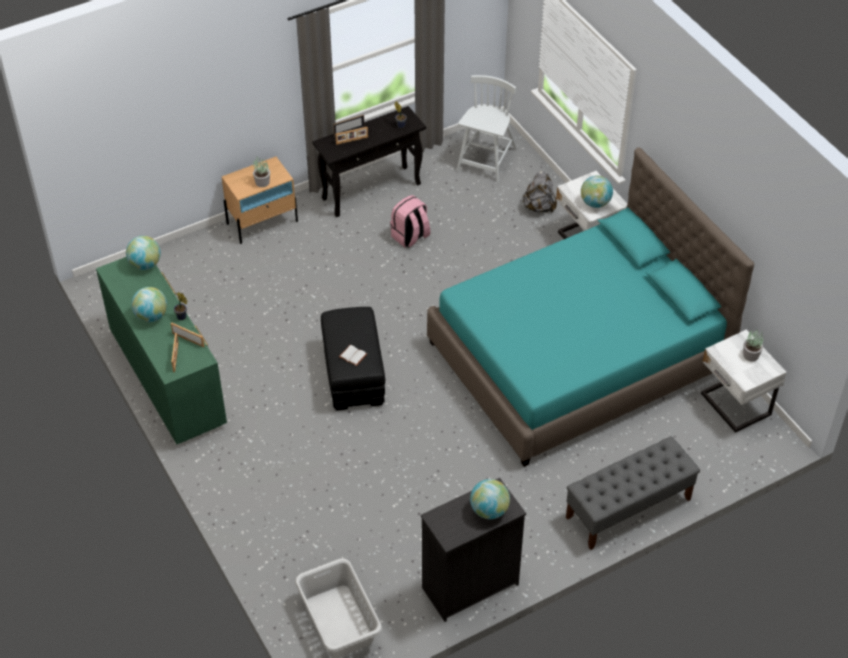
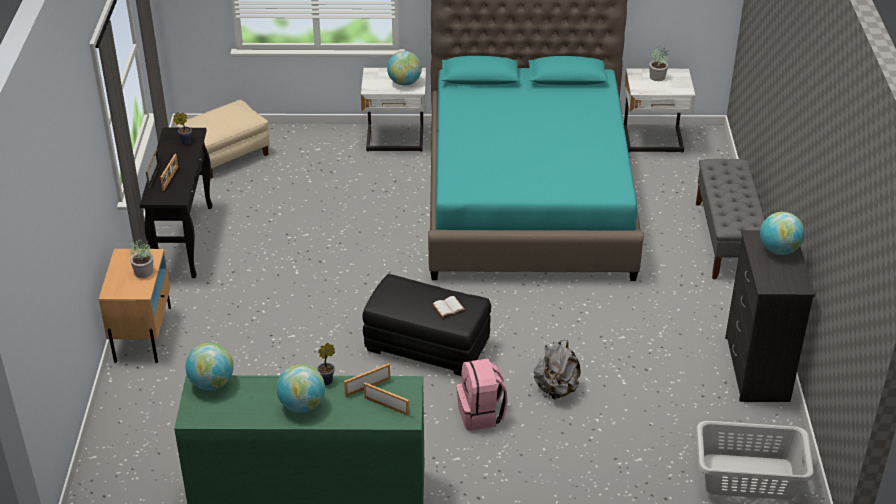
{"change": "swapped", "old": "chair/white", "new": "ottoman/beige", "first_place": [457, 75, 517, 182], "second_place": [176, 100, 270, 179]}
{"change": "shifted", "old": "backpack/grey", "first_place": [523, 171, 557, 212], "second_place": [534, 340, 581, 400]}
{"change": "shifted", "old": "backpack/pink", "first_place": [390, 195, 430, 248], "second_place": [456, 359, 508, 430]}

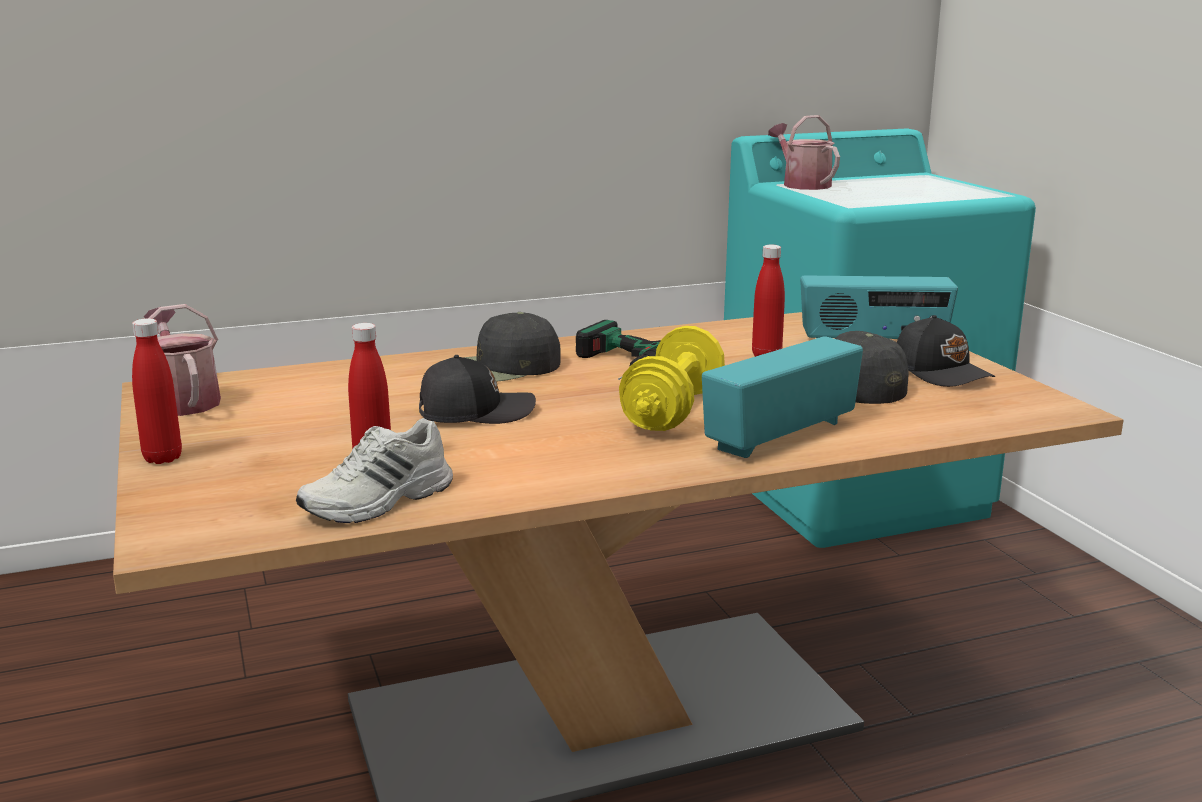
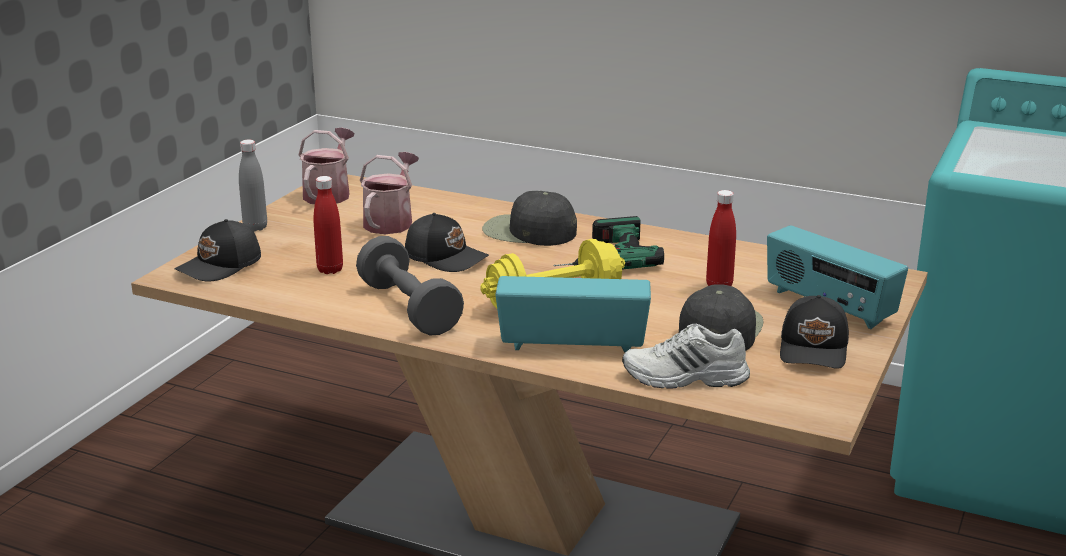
{"change": "shifted", "old": "watering can", "first_place": [768, 115, 840, 190], "second_place": [360, 152, 419, 234]}
{"change": "repainted", "old": "bottle/red", "new": "bottle/grey", "first_place": [132, 318, 182, 464], "second_place": [239, 140, 267, 231]}
{"change": "shifted", "old": "shoe/white", "first_place": [296, 418, 453, 523], "second_place": [622, 324, 750, 389]}
{"change": "new", "new": "cap/black", "second_place": [174, 219, 261, 281]}
{"change": "new", "new": "dumbbell/grey", "second_place": [356, 236, 464, 335]}

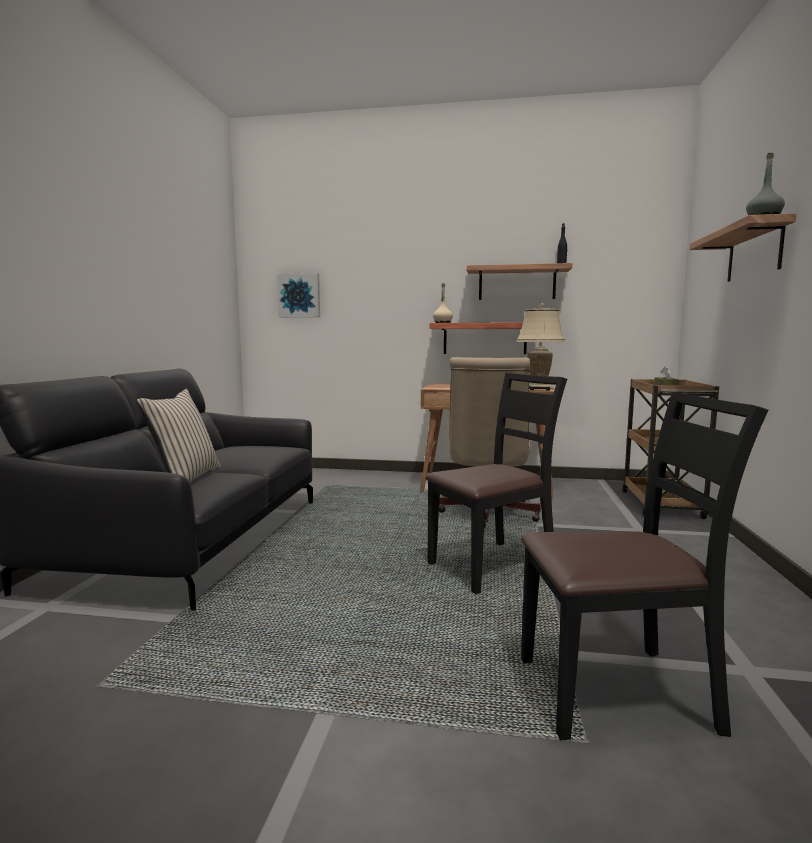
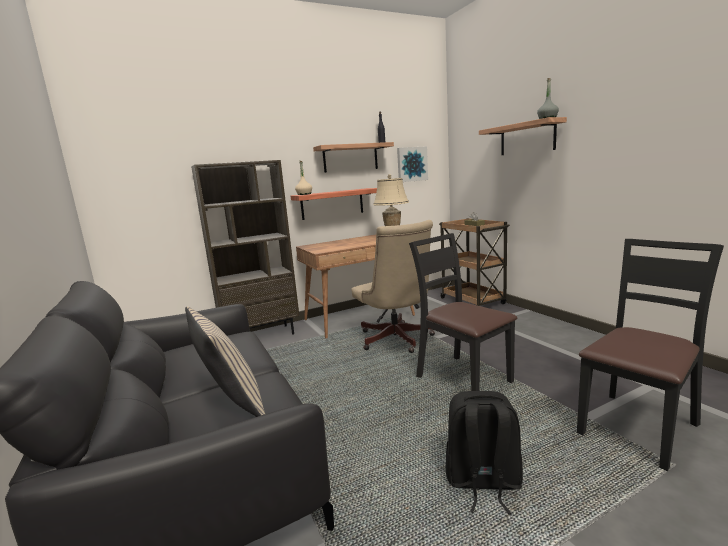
{"change": "shifted", "old": "picture", "first_place": [277, 273, 320, 317], "second_place": [397, 146, 428, 182]}
{"change": "rotated", "old": "chair/black", "first_place": [425, 373, 567, 594], "second_place": [409, 233, 517, 391], "degrees": -60}
{"change": "new", "new": "bookcase/brown", "second_place": [191, 160, 299, 335]}
{"change": "new", "new": "backpack/black", "second_place": [445, 391, 523, 514]}

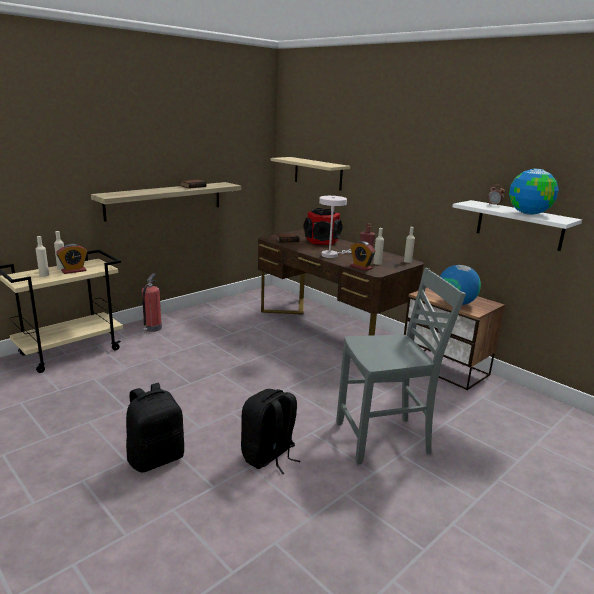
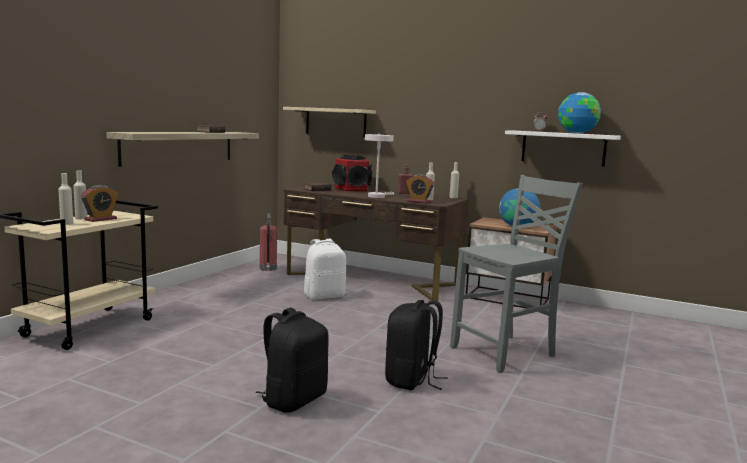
{"change": "shifted", "old": "fire extinguisher", "first_place": [142, 273, 162, 333], "second_place": [259, 213, 277, 271]}
{"change": "new", "new": "backpack/white", "second_place": [304, 239, 346, 299]}

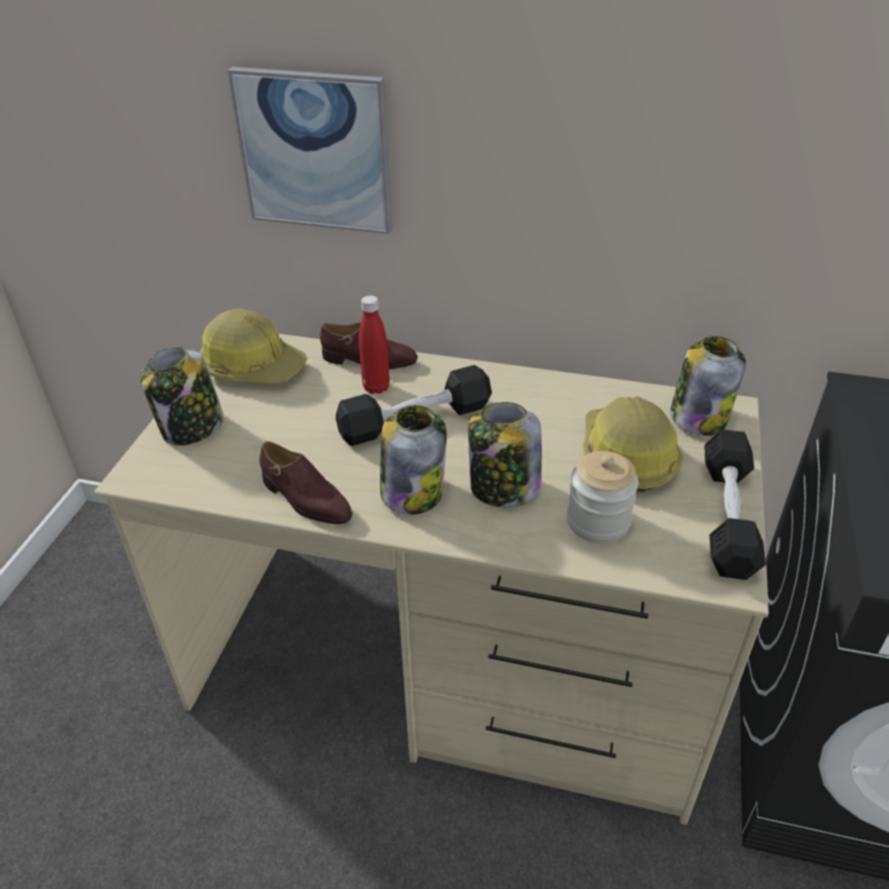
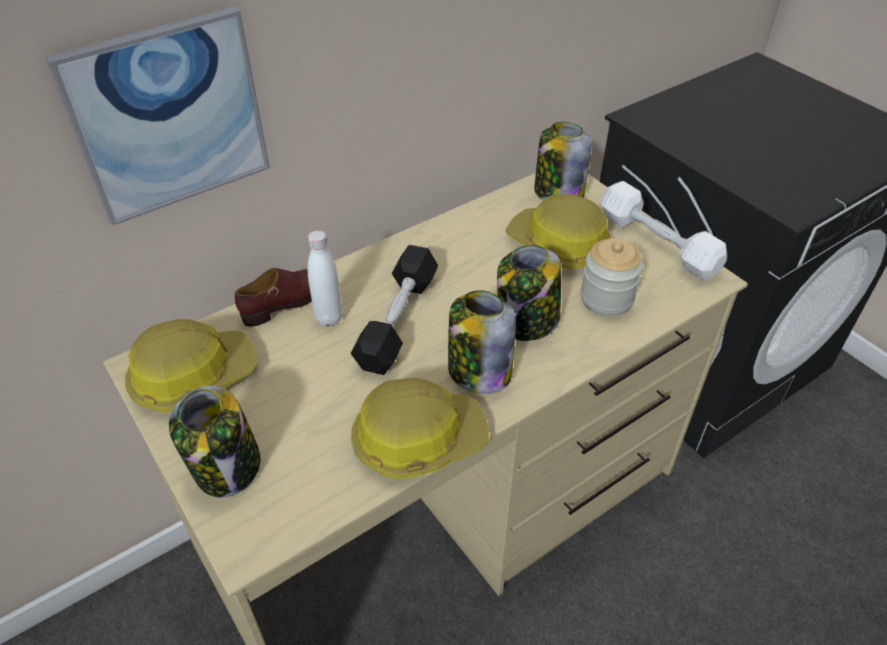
{"change": "repainted", "old": "bottle/red", "new": "bottle/white", "first_place": [359, 296, 390, 394], "second_place": [308, 230, 343, 326]}
{"change": "repainted", "old": "dumbbell/black", "new": "dumbbell/white", "first_place": [704, 429, 766, 580], "second_place": [600, 181, 727, 281]}
{"change": "swapped", "old": "shoe/brown", "new": "hard hat", "first_place": [259, 441, 352, 524], "second_place": [351, 378, 490, 480]}

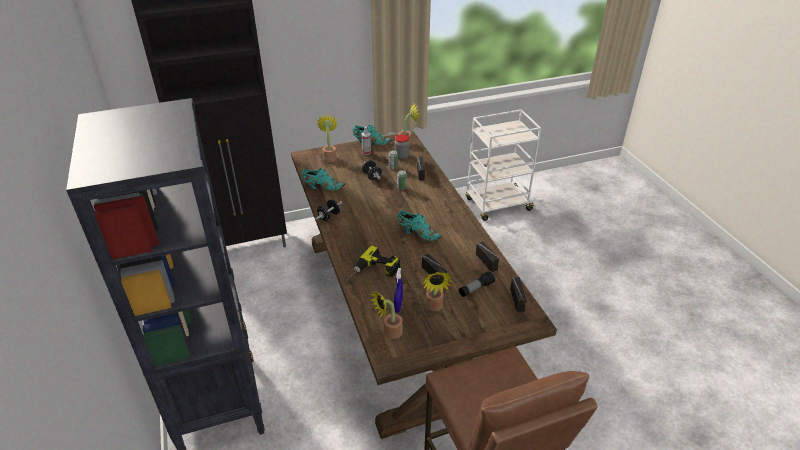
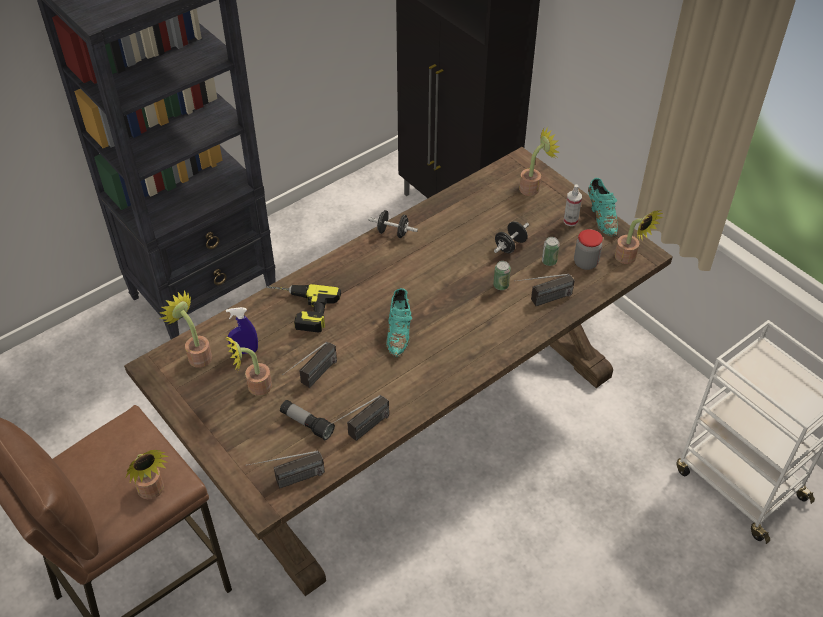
{"change": "gone", "old": "shoe/turquoise", "first_place": [301, 168, 345, 190]}
{"change": "new", "new": "potted plant", "second_place": [126, 450, 169, 500]}

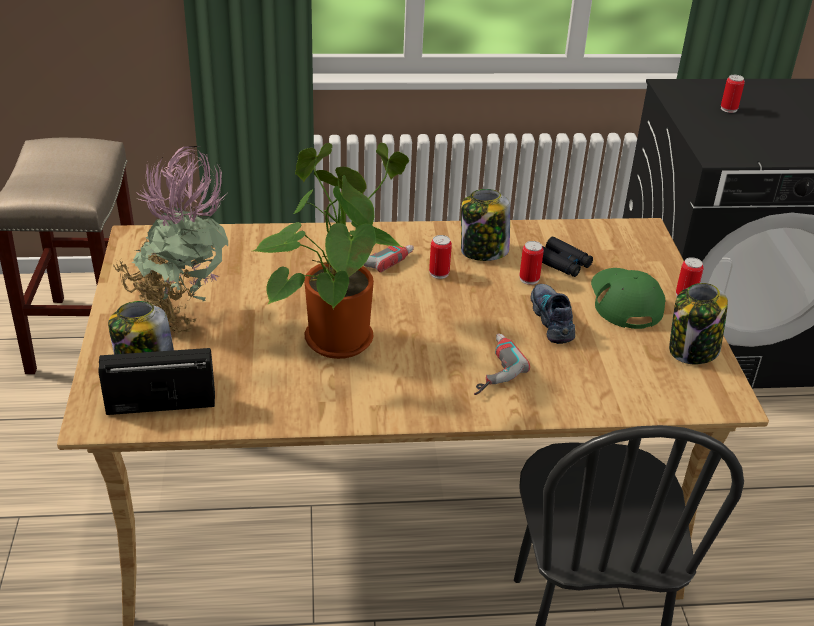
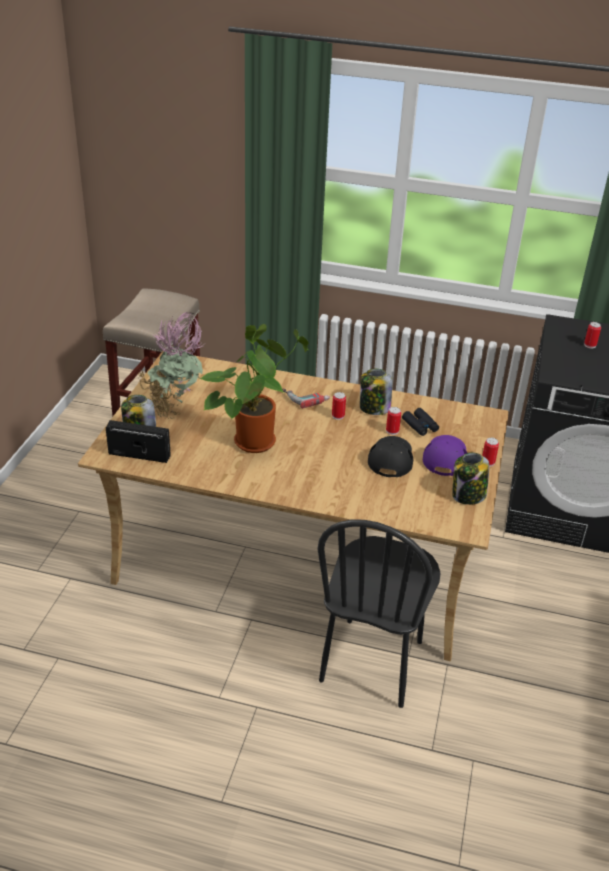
{"change": "repainted", "old": "cap/green", "new": "cap/purple", "first_place": [591, 268, 665, 329], "second_place": [423, 435, 467, 476]}
{"change": "swapped", "old": "shoe", "new": "cap/black", "first_place": [530, 284, 575, 344], "second_place": [368, 436, 413, 477]}
{"change": "gone", "old": "power drill", "first_place": [474, 333, 530, 395]}

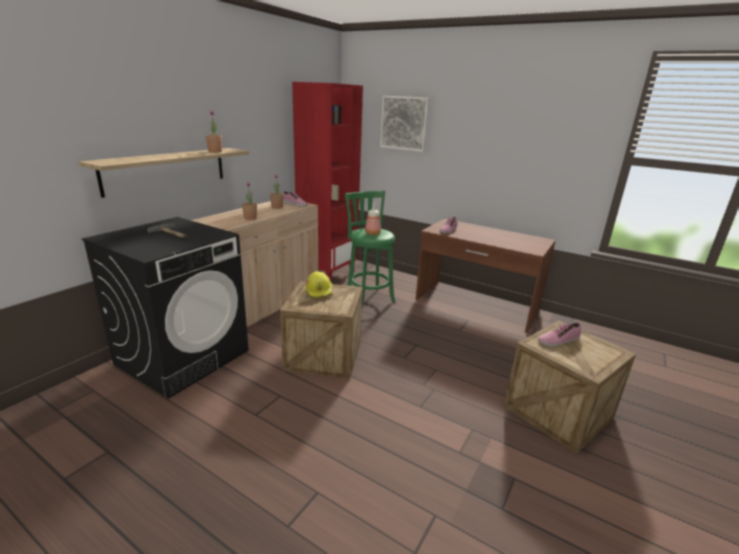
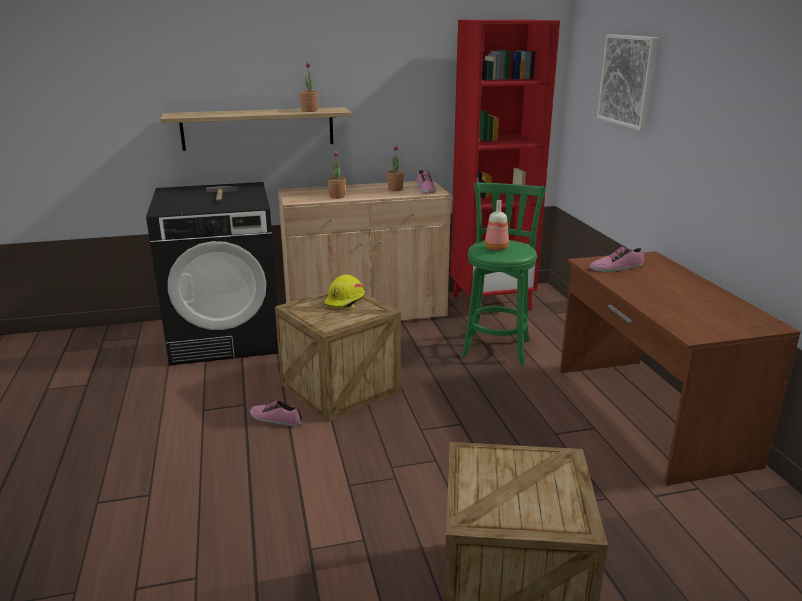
{"change": "shifted", "old": "shoe", "first_place": [538, 322, 581, 346], "second_place": [250, 400, 302, 426]}

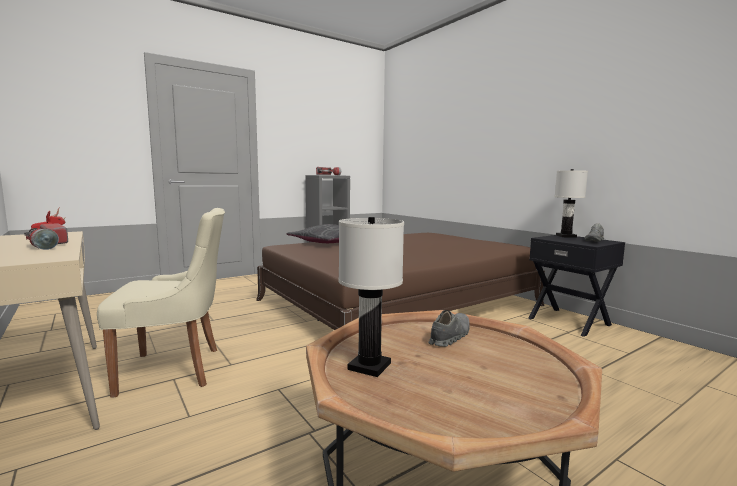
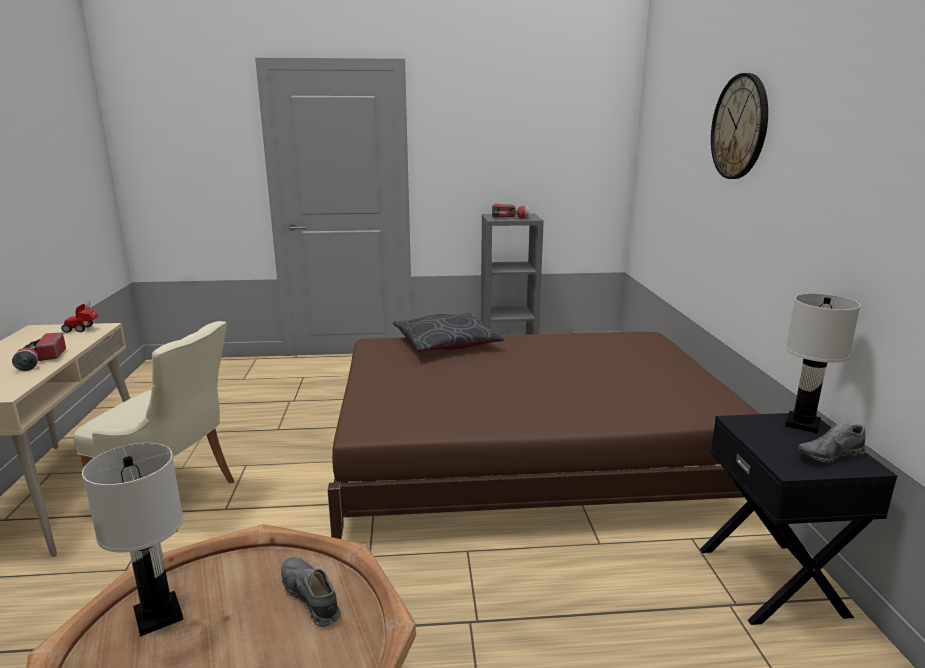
{"change": "rotated", "old": "shoe/grey", "first_place": [428, 310, 470, 347], "second_place": [281, 557, 341, 627], "degrees": -105}
{"change": "new", "new": "wall clock", "second_place": [711, 73, 768, 179]}

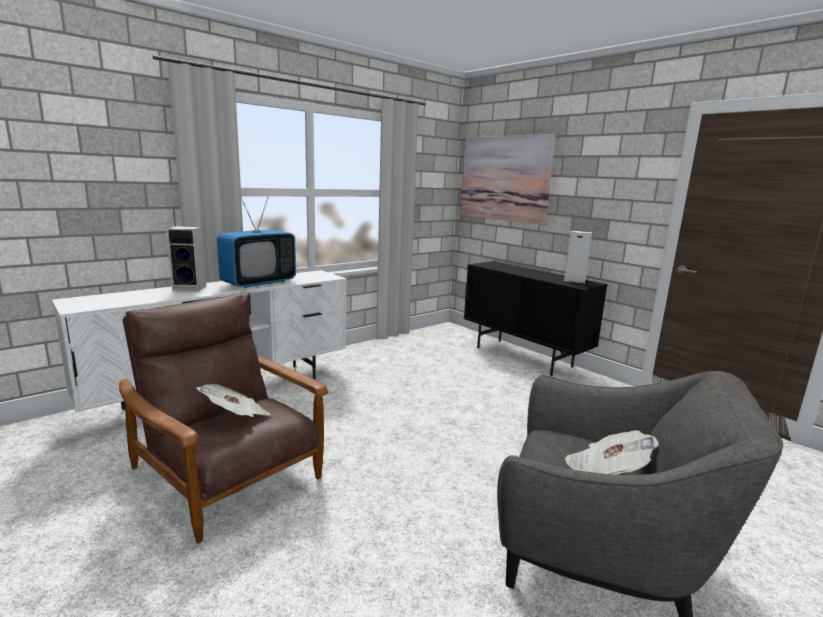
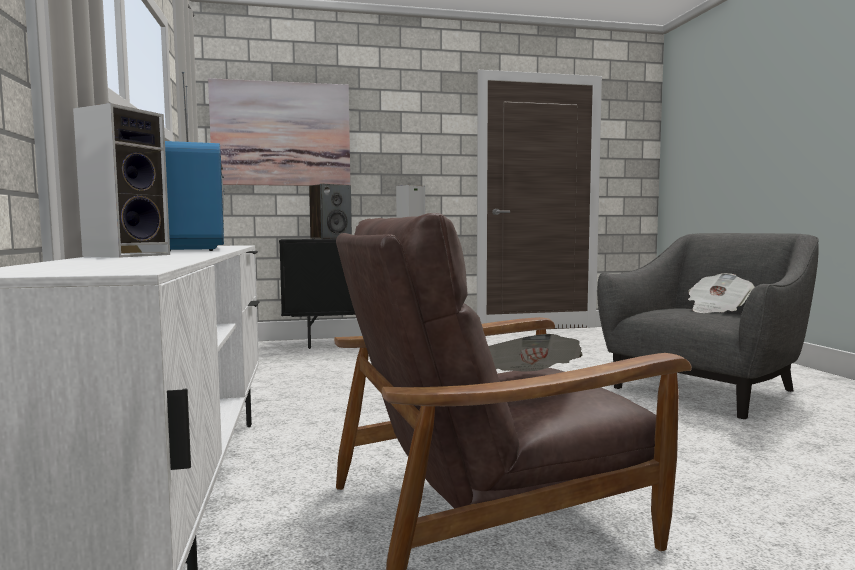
{"change": "new", "new": "speaker", "second_place": [309, 184, 352, 239]}

